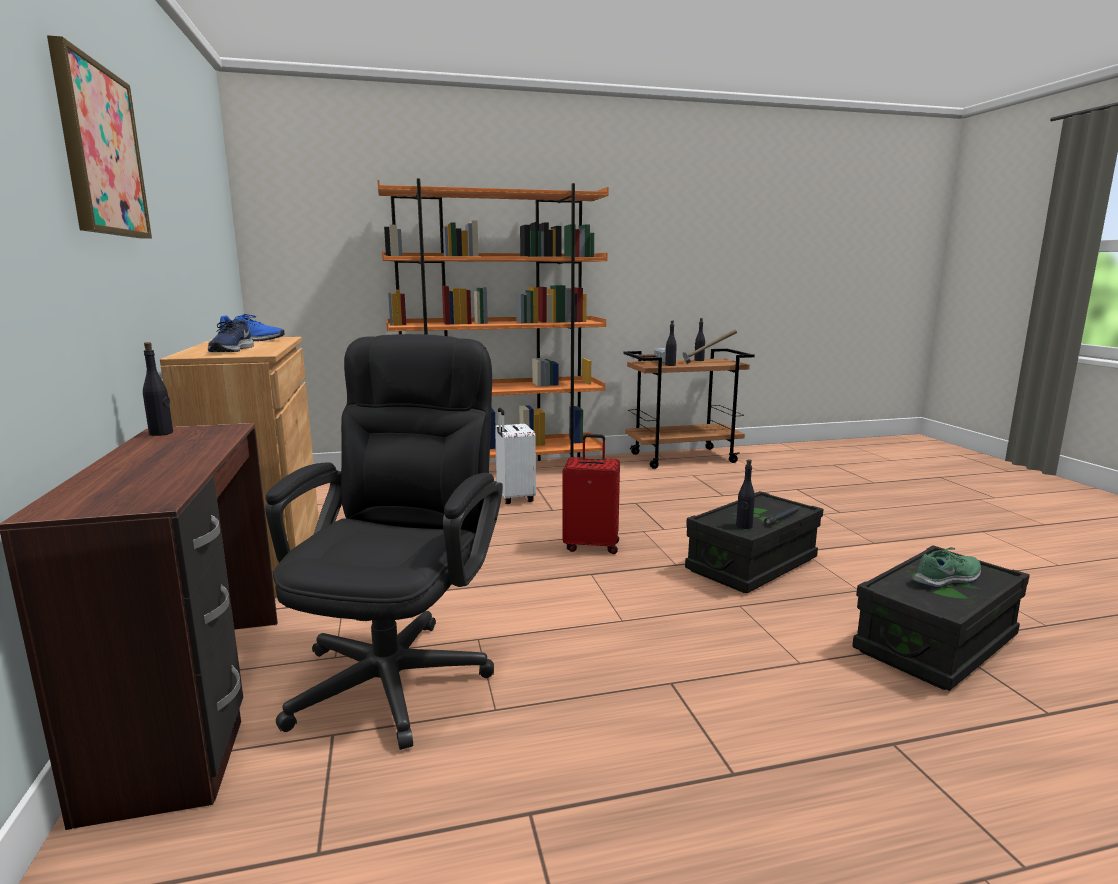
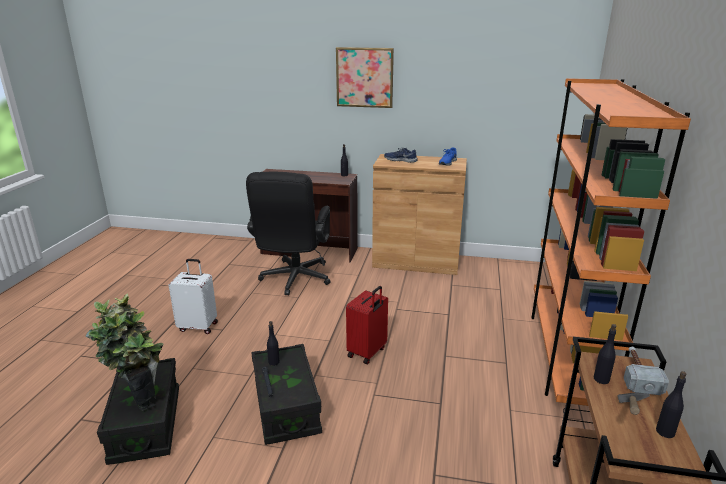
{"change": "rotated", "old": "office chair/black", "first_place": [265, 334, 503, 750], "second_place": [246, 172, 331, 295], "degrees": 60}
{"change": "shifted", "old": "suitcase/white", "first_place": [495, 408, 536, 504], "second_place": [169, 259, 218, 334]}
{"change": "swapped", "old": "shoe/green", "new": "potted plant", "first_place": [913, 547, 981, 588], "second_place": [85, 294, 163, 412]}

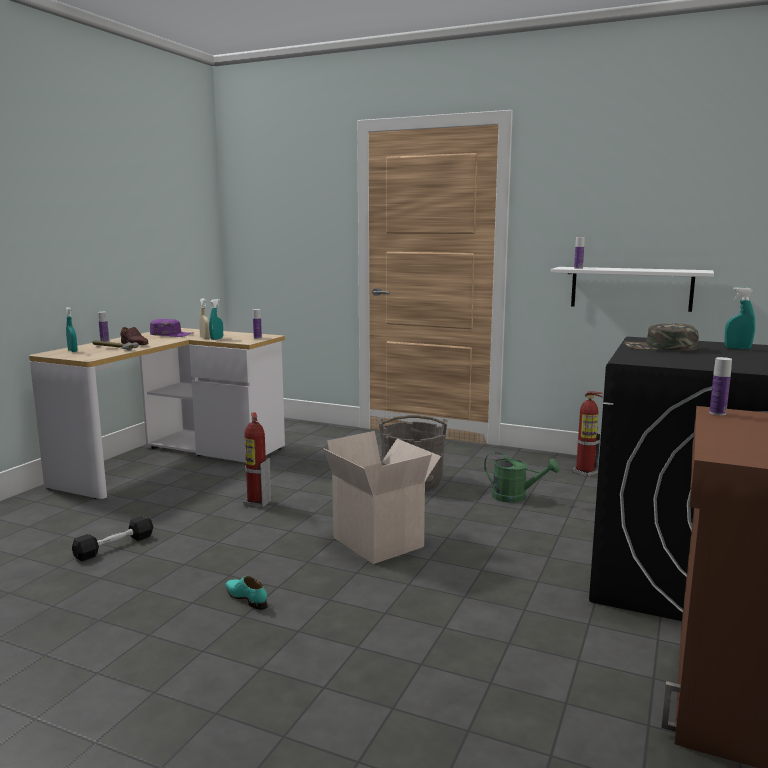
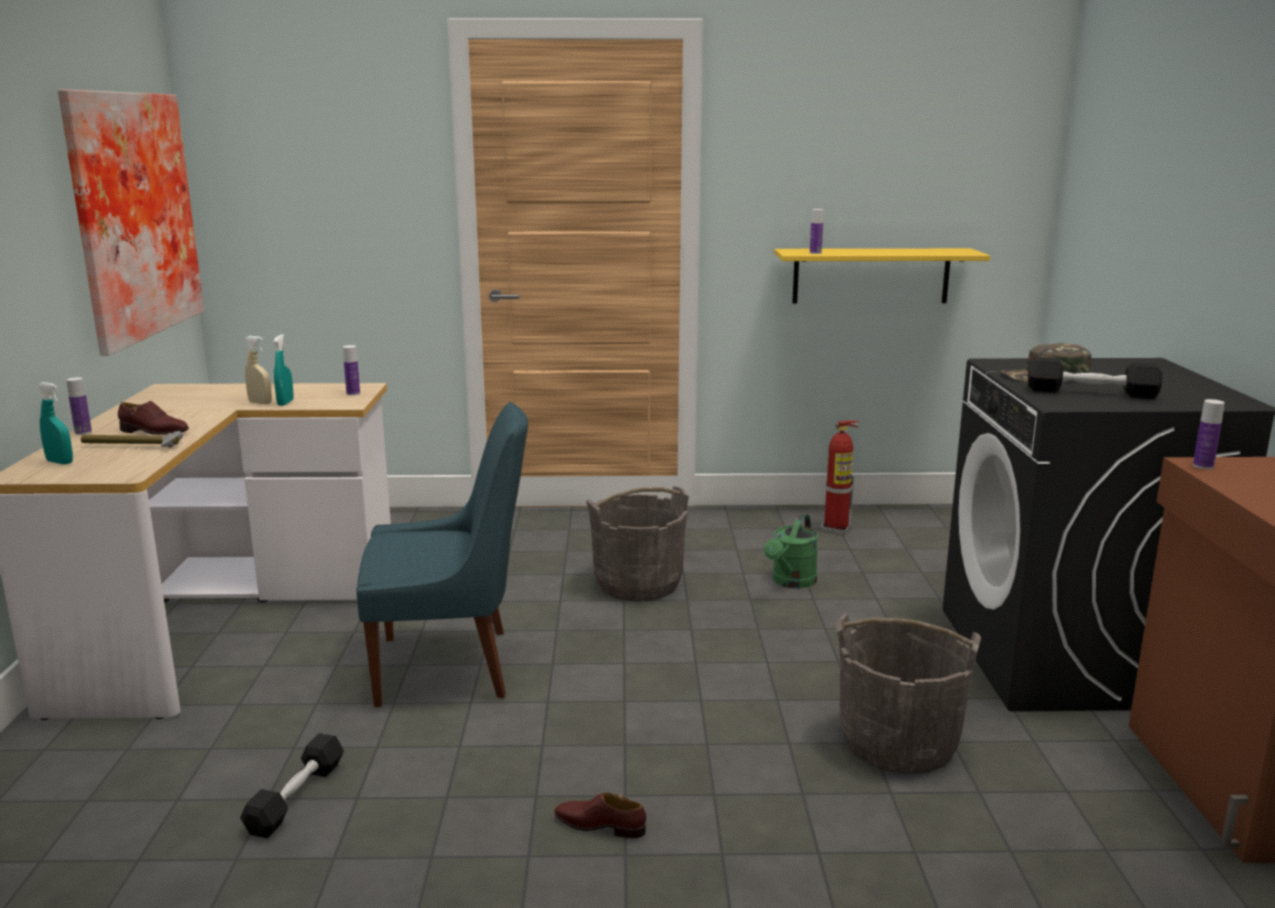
{"change": "repainted", "old": "shelf/white", "new": "shelf/yellow", "first_place": [551, 267, 714, 312], "second_place": [774, 248, 990, 304]}
{"change": "gone", "old": "spray bottle/turquoise", "first_place": [724, 287, 755, 349]}
{"change": "gone", "old": "cap/purple", "first_place": [150, 319, 192, 337]}
{"change": "swapped", "old": "fire extinguisher", "new": "chair/blue", "first_place": [243, 412, 271, 508], "second_place": [356, 402, 528, 707]}
{"change": "gone", "old": "cardboard box", "first_place": [324, 431, 441, 564]}
{"change": "rotated", "old": "watering can/green", "first_place": [484, 452, 559, 503], "second_place": [764, 513, 818, 588], "degrees": 120}
{"change": "repainted", "old": "shoe/turquoise", "new": "shoe/brown", "first_place": [226, 576, 268, 610], "second_place": [554, 792, 646, 838]}
{"change": "new", "new": "picture", "second_place": [58, 89, 204, 356]}
{"change": "new", "new": "dumbbell/black", "second_place": [1027, 357, 1163, 399]}
{"change": "new", "new": "bucket/grey", "second_place": [836, 614, 981, 774]}

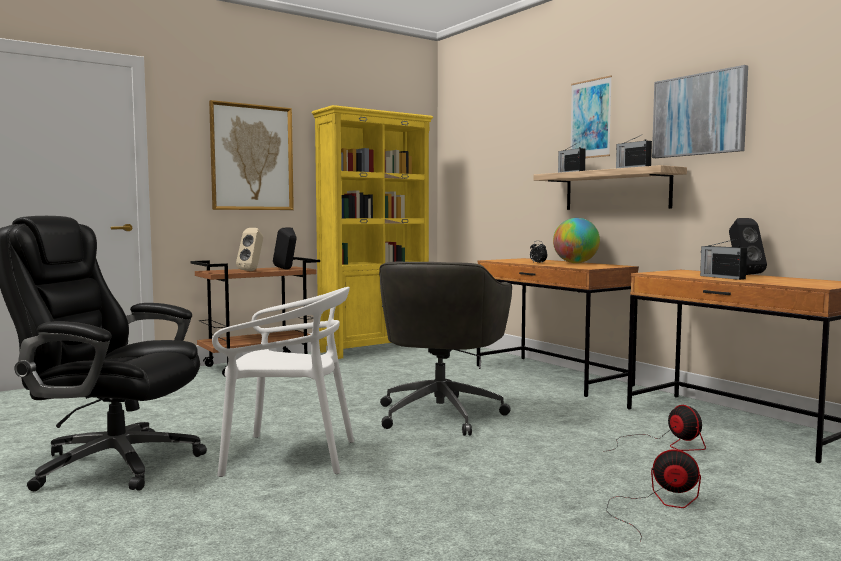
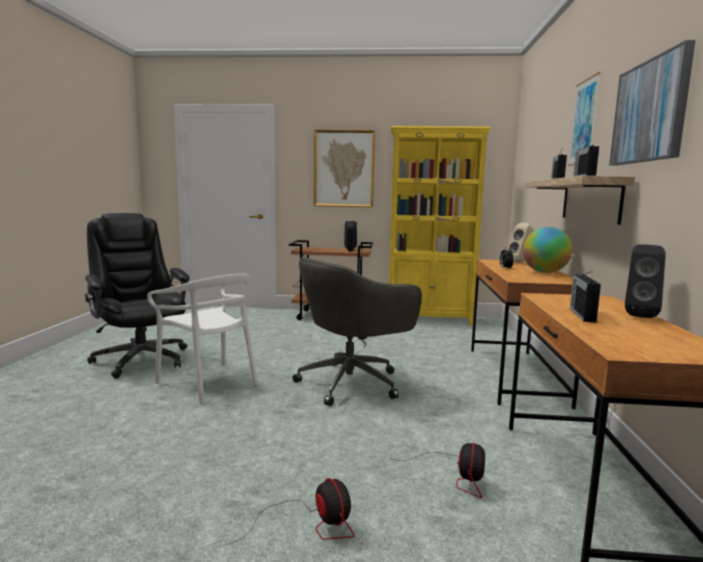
{"change": "shifted", "old": "speaker/beige", "first_place": [236, 228, 263, 271], "second_place": [507, 223, 535, 263]}

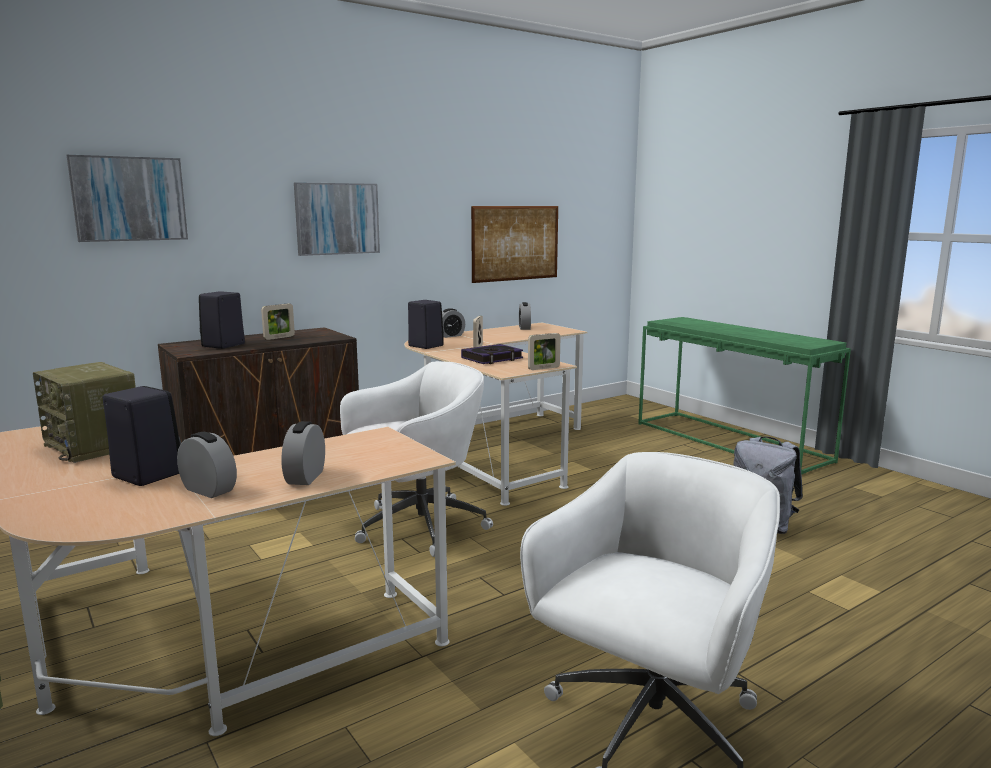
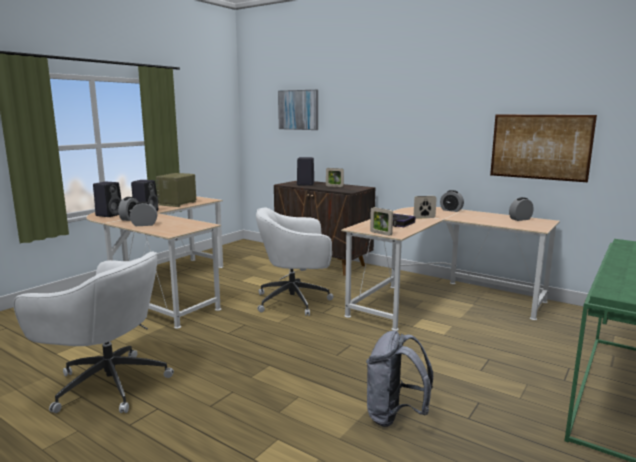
{"change": "gone", "old": "picture", "first_place": [294, 182, 380, 256]}
{"change": "shifted", "old": "speaker/black", "first_place": [408, 300, 444, 349], "second_place": [93, 182, 121, 217]}
{"change": "rotated", "old": "office chair/white", "first_place": [340, 361, 493, 557], "second_place": [256, 207, 334, 316], "degrees": 135}

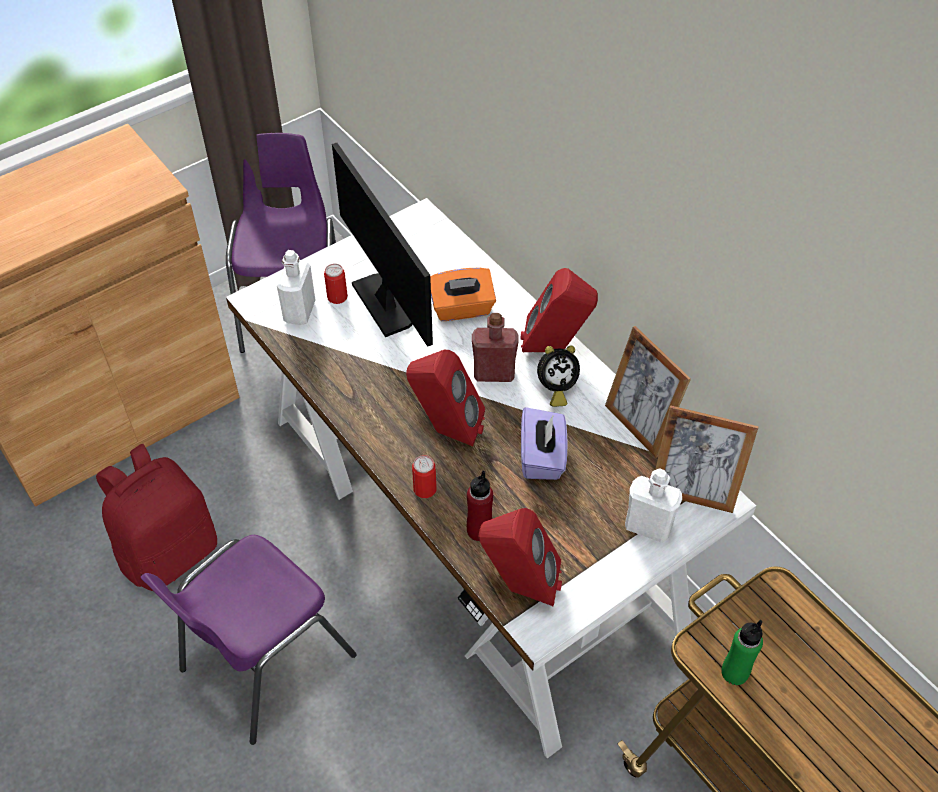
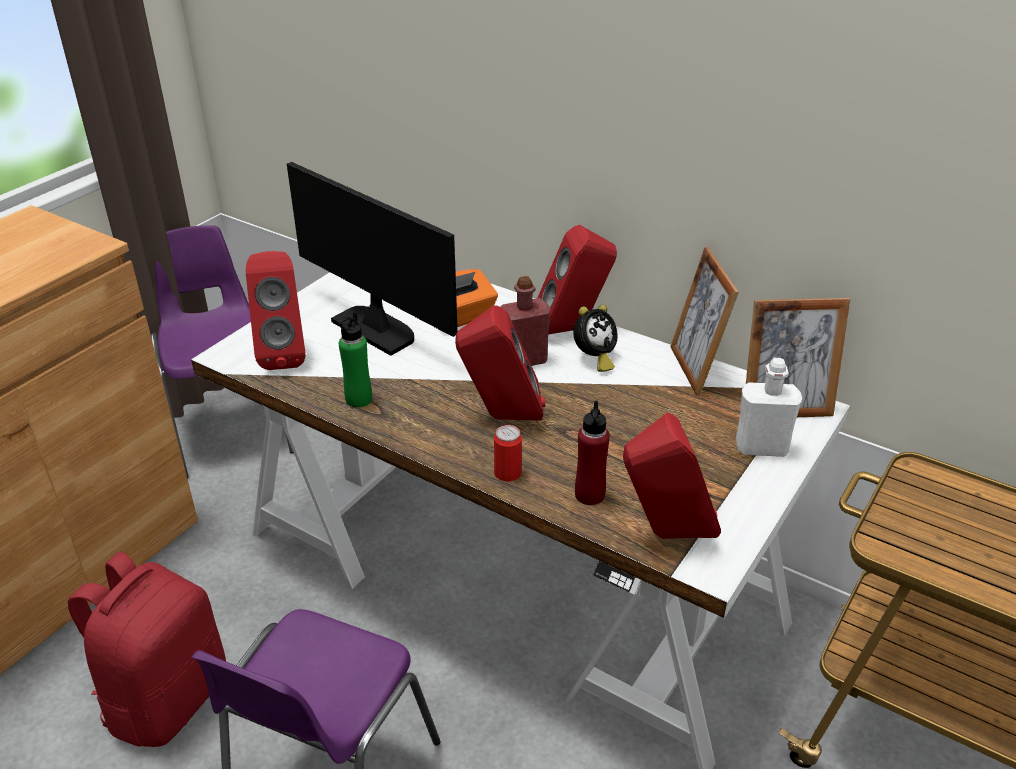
{"change": "swapped", "old": "bottle/white", "new": "speaker/red", "first_place": [277, 250, 316, 325], "second_place": [246, 251, 306, 370]}
{"change": "gone", "old": "can", "first_place": [324, 263, 348, 304]}
{"change": "rotated", "old": "picture frame", "first_place": [605, 326, 691, 458], "second_place": [670, 247, 739, 396], "degrees": 45}
{"change": "gone", "old": "tissue box/purple", "first_place": [521, 407, 567, 480]}
{"change": "shifted", "old": "bottle/green", "first_place": [721, 620, 763, 685], "second_place": [339, 312, 372, 408]}

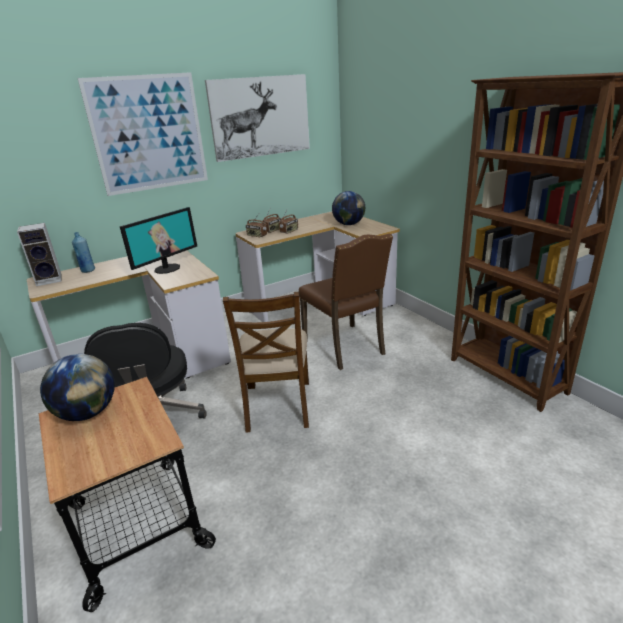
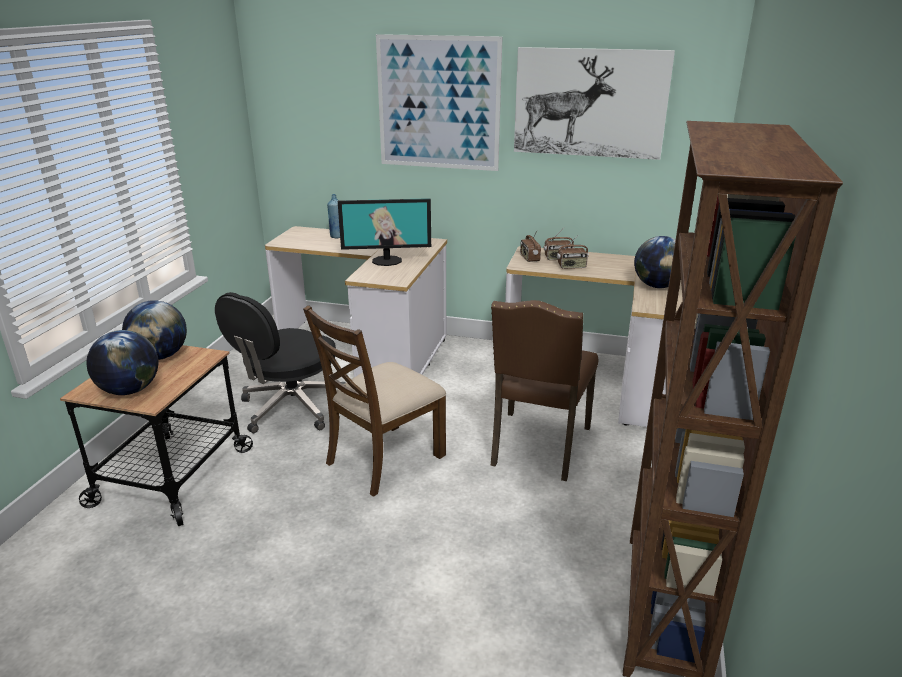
{"change": "gone", "old": "speaker", "first_place": [17, 223, 62, 286]}
{"change": "new", "new": "globe", "second_place": [86, 330, 159, 395]}

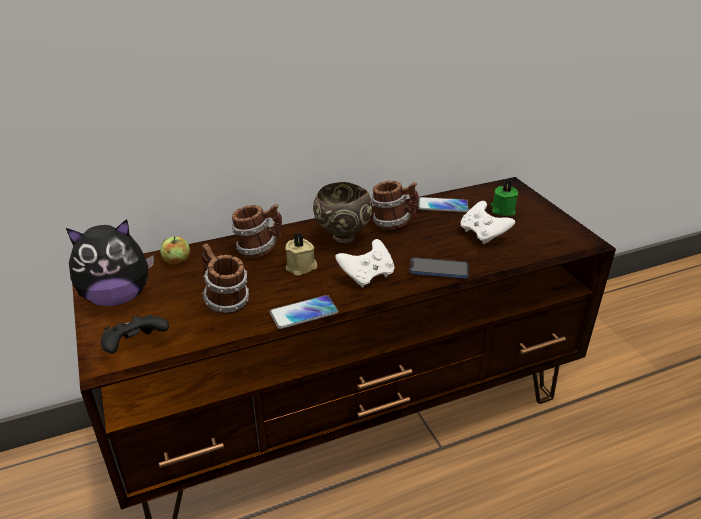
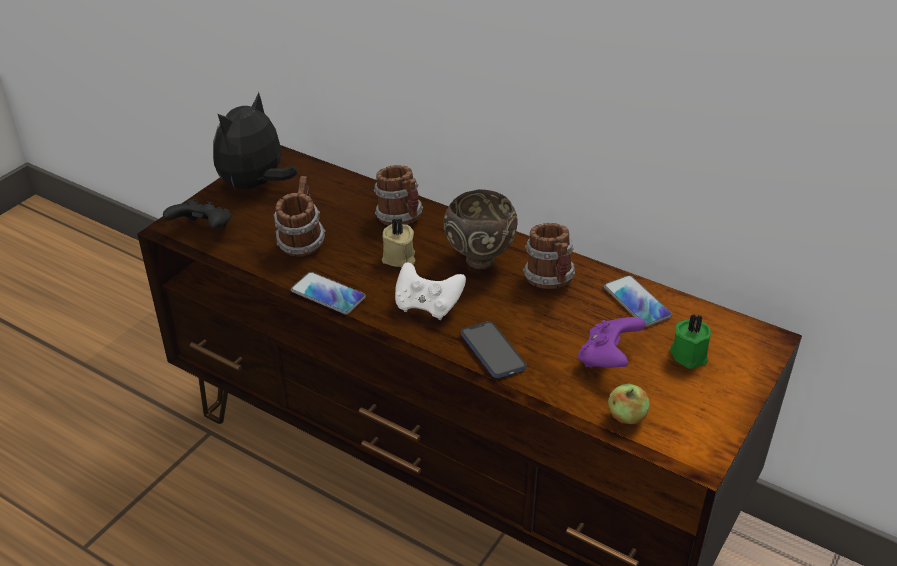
{"change": "repainted", "old": "game controller/white", "new": "game controller/purple", "first_place": [461, 201, 515, 244], "second_place": [578, 317, 646, 368]}
{"change": "rotated", "old": "plush toy", "first_place": [66, 219, 154, 306], "second_place": [213, 92, 298, 190], "degrees": 90}
{"change": "shifted", "old": "apple", "first_place": [160, 236, 190, 265], "second_place": [608, 383, 650, 425]}

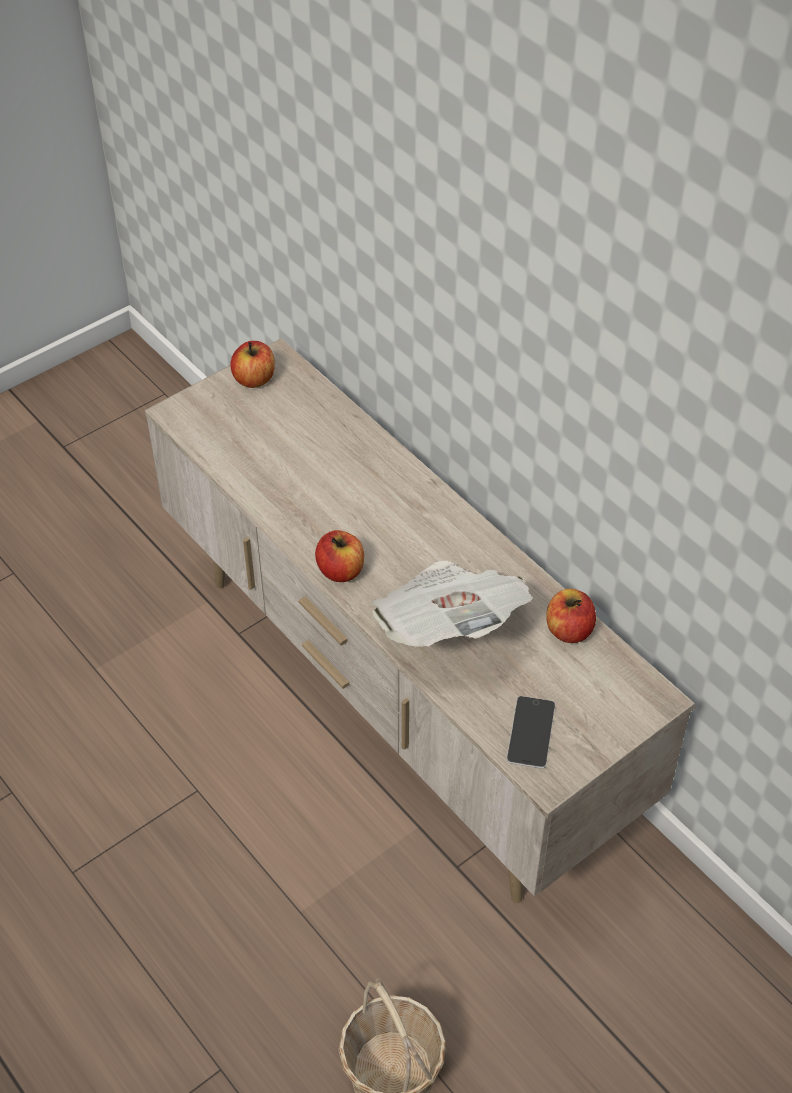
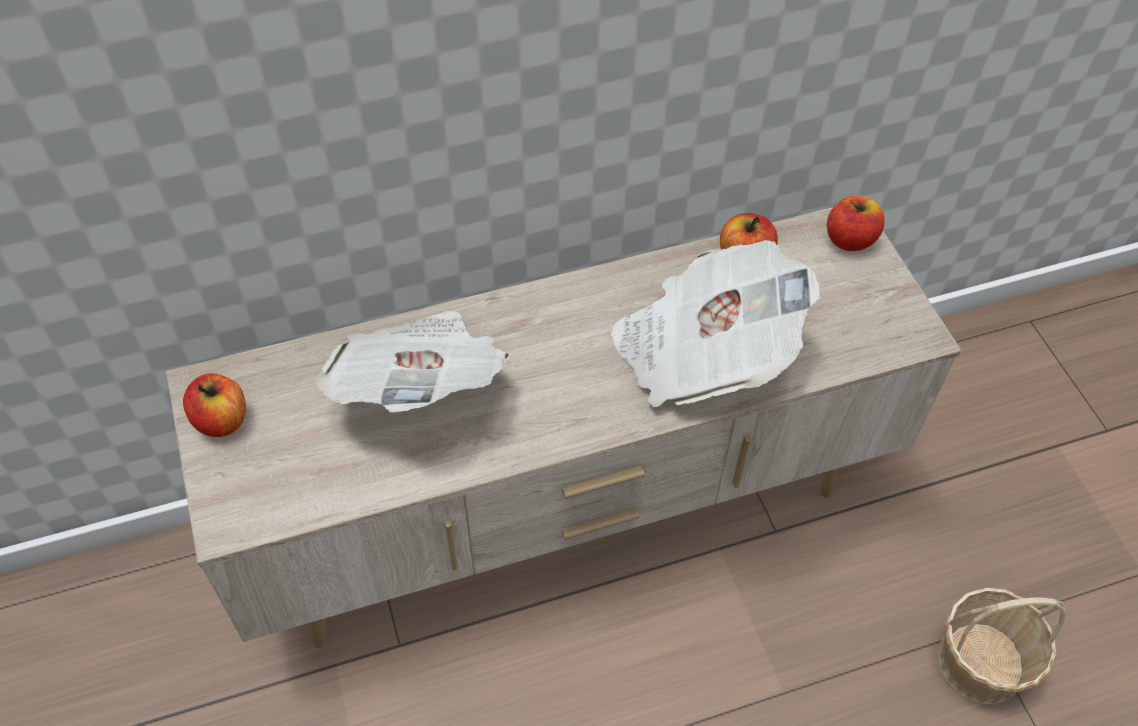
{"change": "shifted", "old": "apple", "first_place": [315, 530, 364, 582], "second_place": [827, 196, 885, 251]}
{"change": "gone", "old": "phone", "first_place": [507, 696, 555, 768]}
{"change": "new", "new": "newspaper", "second_place": [315, 311, 509, 413]}

